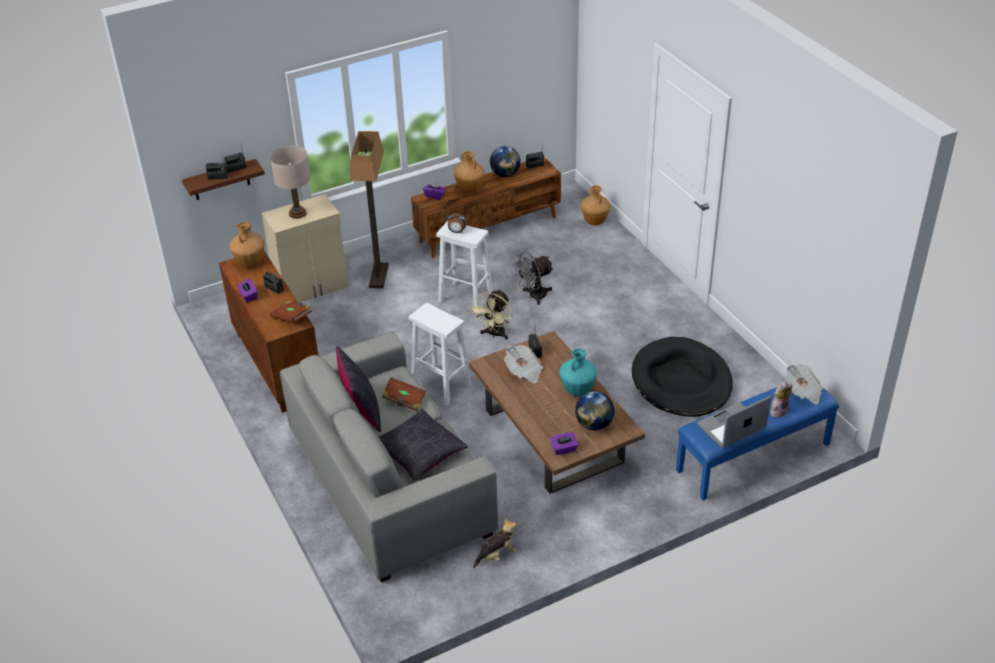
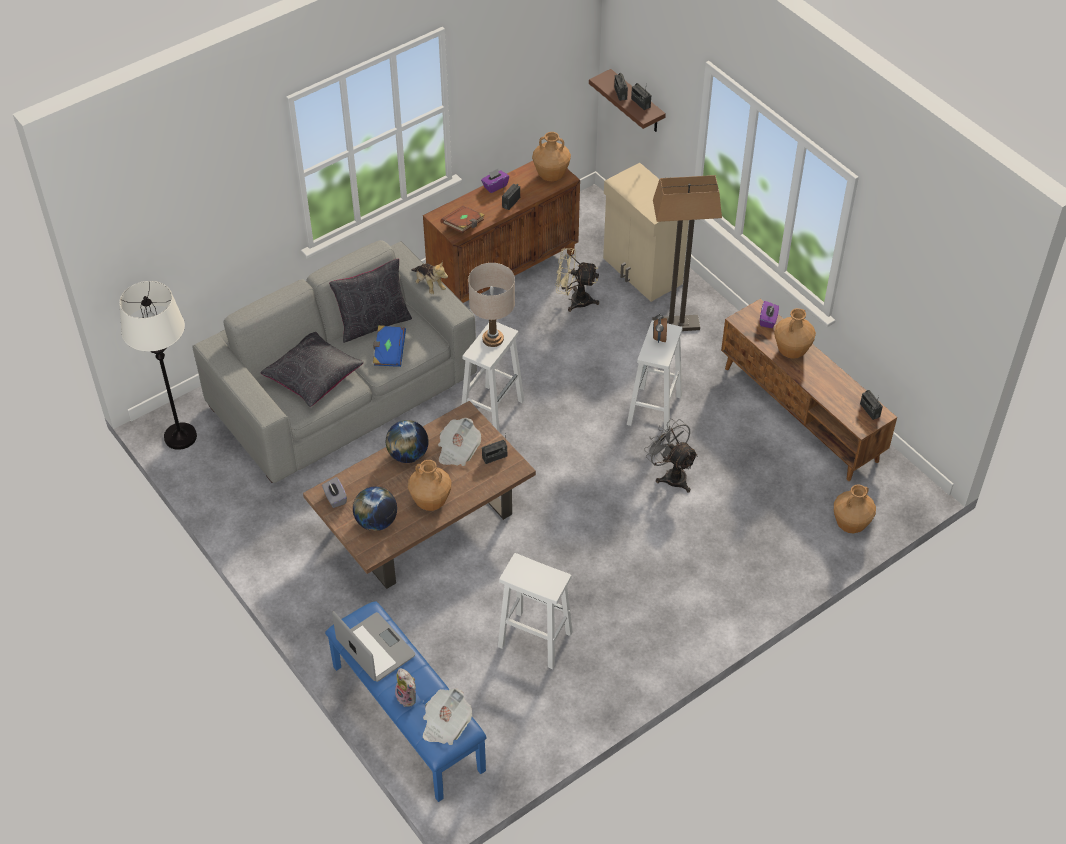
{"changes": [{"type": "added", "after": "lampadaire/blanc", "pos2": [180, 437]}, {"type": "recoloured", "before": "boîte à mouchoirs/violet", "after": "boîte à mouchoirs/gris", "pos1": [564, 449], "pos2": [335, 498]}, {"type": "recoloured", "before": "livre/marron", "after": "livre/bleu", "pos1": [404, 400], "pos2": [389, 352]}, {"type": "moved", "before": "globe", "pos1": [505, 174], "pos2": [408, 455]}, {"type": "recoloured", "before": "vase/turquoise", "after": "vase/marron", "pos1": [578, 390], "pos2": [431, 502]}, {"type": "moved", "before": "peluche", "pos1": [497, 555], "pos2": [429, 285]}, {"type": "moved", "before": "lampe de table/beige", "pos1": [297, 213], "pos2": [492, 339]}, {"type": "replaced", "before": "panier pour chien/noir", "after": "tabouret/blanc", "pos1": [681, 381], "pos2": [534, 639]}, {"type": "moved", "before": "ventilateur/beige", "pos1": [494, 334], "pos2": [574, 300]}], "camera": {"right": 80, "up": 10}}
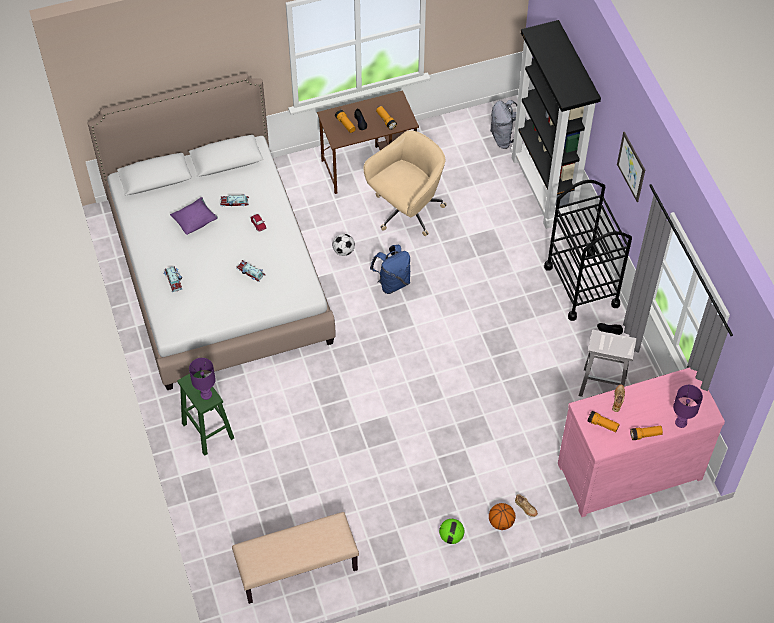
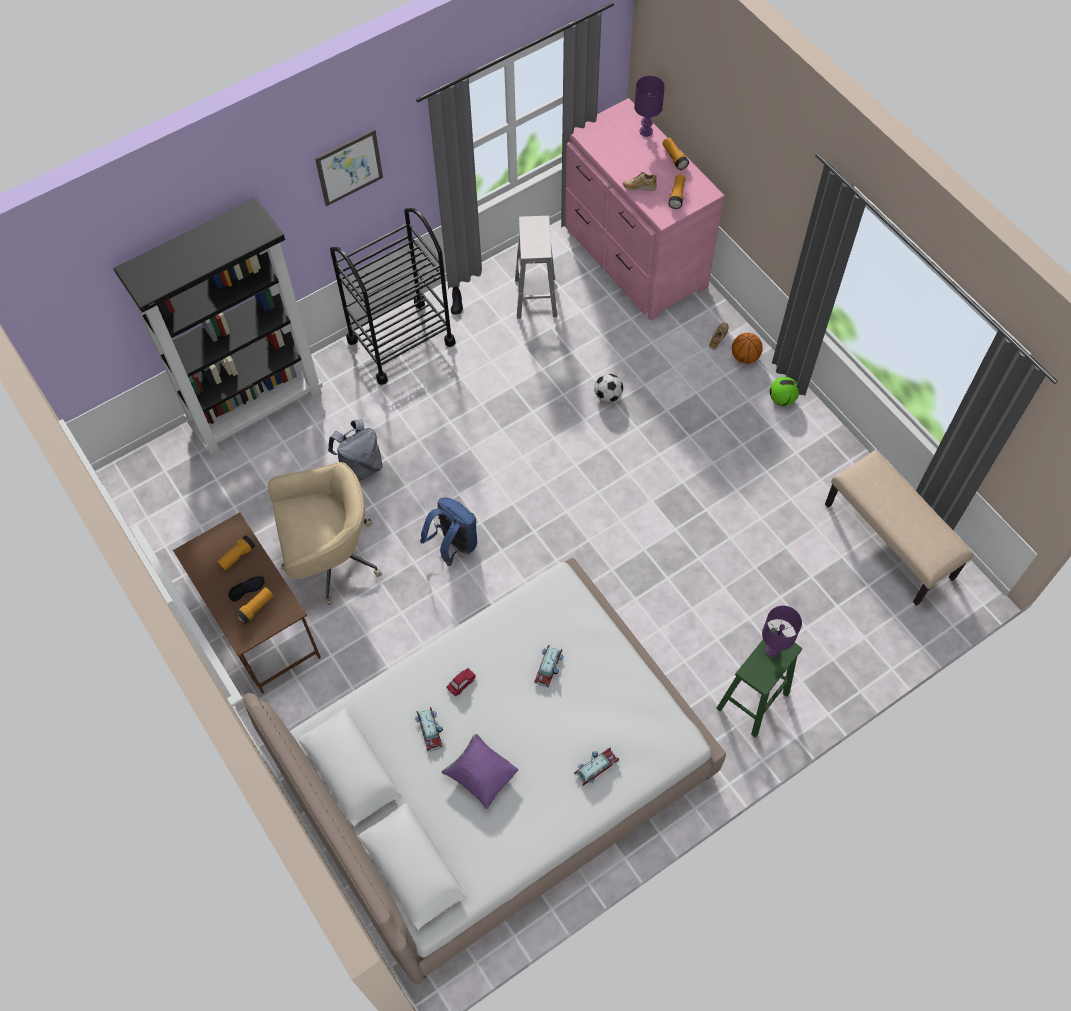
{"changes": [{"type": "turned", "before": "chaise de bureau/beige", "pos1": [406, 211], "pos2": [330, 558], "turn": 135}, {"type": "moved", "before": "sac à dos/gris", "pos1": [505, 138], "pos2": [360, 467]}, {"type": "moved", "before": "ballon de foot", "pos1": [343, 251], "pos2": [608, 396]}], "camera": {"right": -105, "up": 5}}
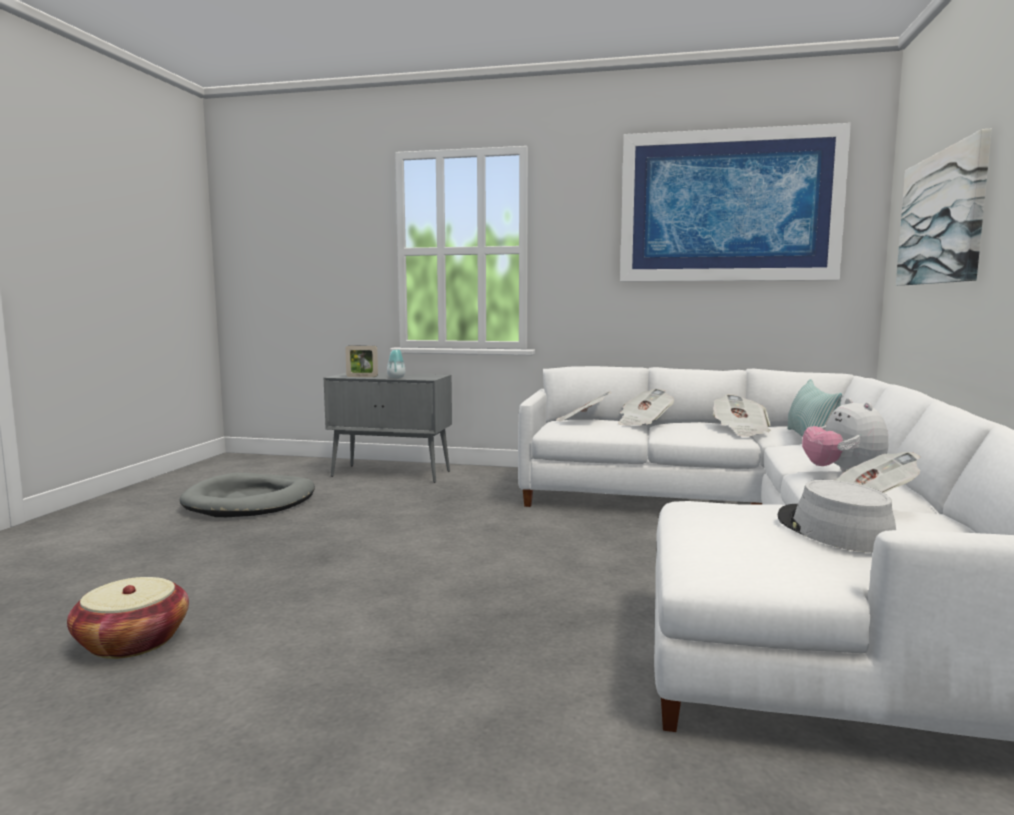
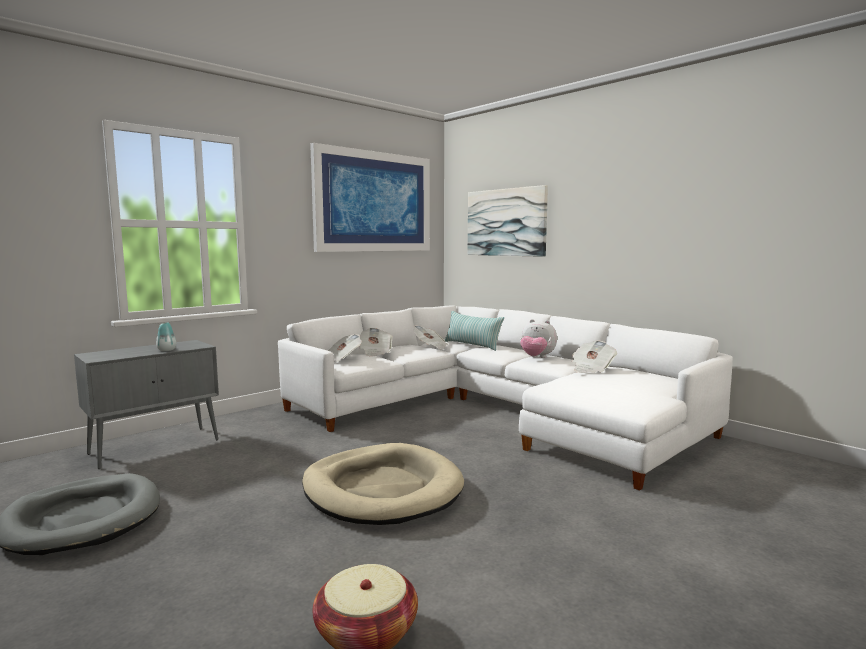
{"changes": [{"type": "added", "after": "panier pour chien/beige", "pos2": [382, 489]}, {"type": "removed", "before": "cadre photo", "pos1": [362, 376]}, {"type": "removed", "before": "chapeau/gris", "pos1": [833, 530]}], "camera": {"right": -55, "up": 0}}
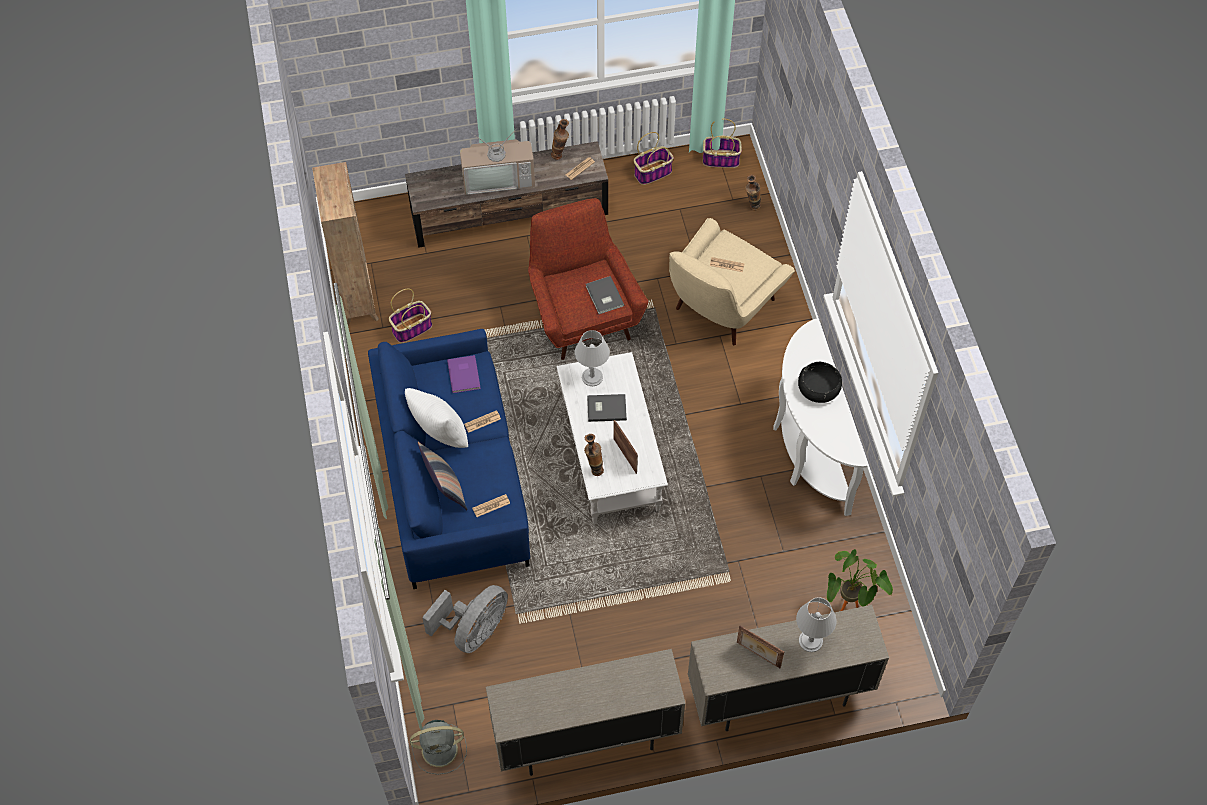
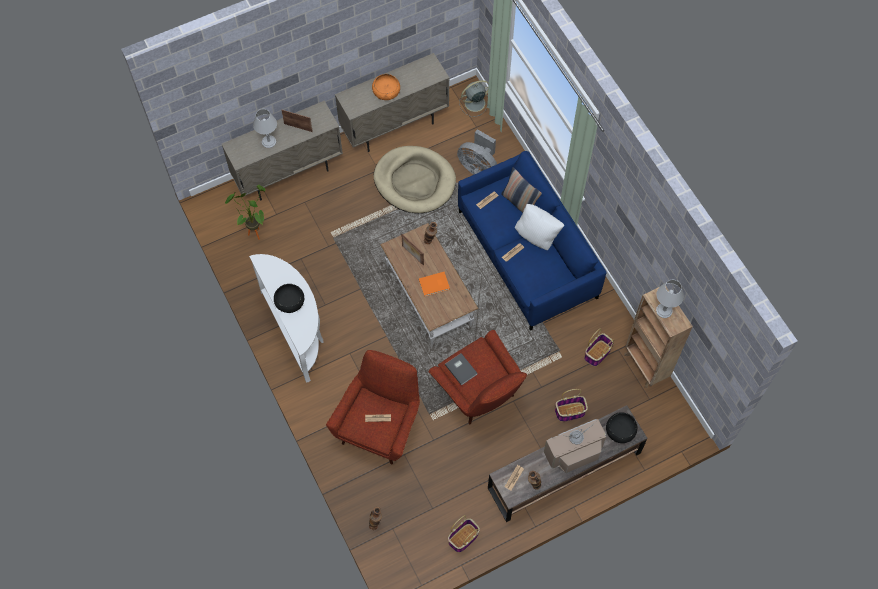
{"changes": [{"type": "recoloured", "before": "fauteuil/beige", "after": "fauteuil/rouge", "pos1": [721, 308], "pos2": [380, 426]}, {"type": "added", "after": "bol/orange", "pos2": [386, 91]}, {"type": "added", "after": "panier pour chien/beige", "pos2": [414, 181]}, {"type": "recoloured", "before": "table basse/blanc", "after": "table basse/marron", "pos1": [610, 455], "pos2": [429, 295]}, {"type": "recoloured", "before": "livre/gris", "after": "livre/orange", "pos1": [606, 408], "pos2": [435, 285]}, {"type": "turned", "before": "ventilateur/gris", "pos1": [474, 630], "pos2": [478, 168], "turn": -75}, {"type": "moved", "before": "panier", "pos1": [721, 159], "pos2": [569, 412]}, {"type": "added", "after": "bol/noir", "pos2": [620, 430]}, {"type": "moved", "before": "lampe de table/gris", "pos1": [592, 377], "pos2": [664, 310]}, {"type": "removed", "before": "livre/violet", "pos1": [465, 374]}], "camera": {"right": 165, "up": 5}}
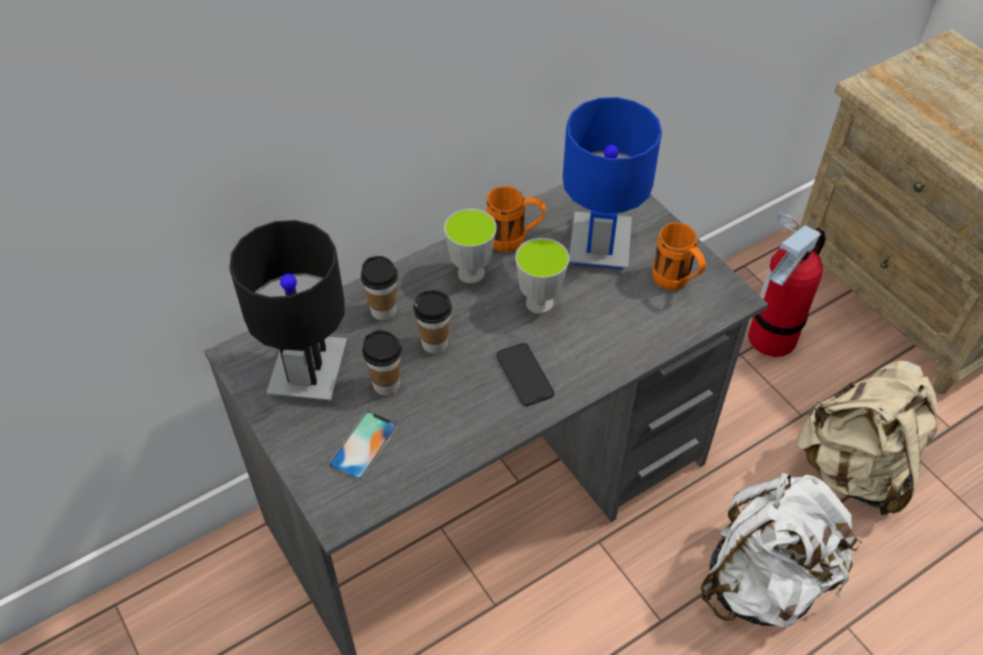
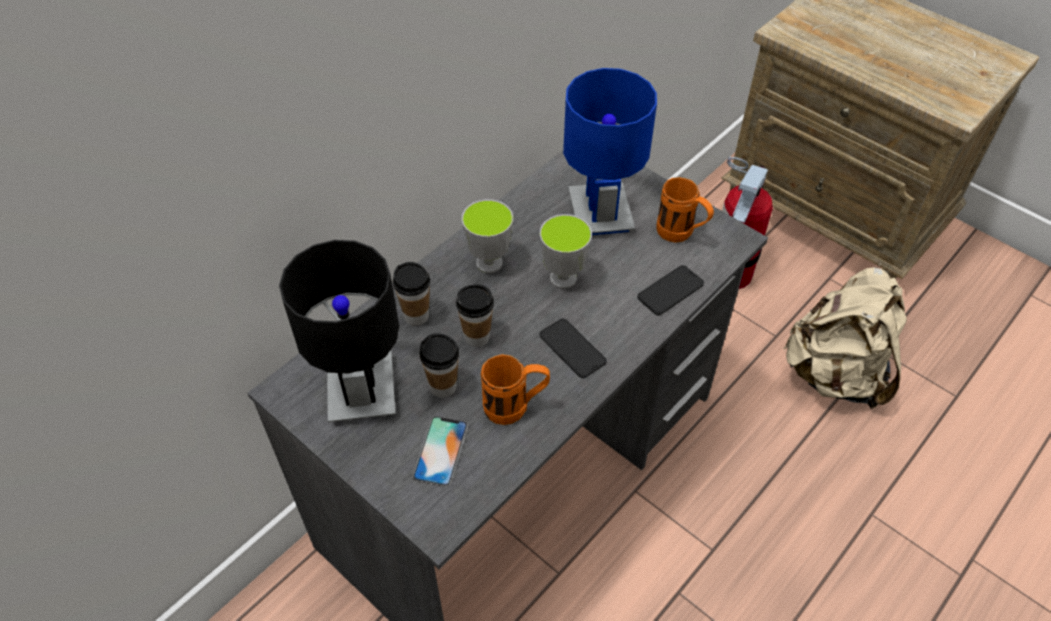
{"changes": [{"type": "moved", "before": "mug/orange", "pos1": [514, 241], "pos2": [515, 408]}, {"type": "added", "after": "téléphone", "pos2": [670, 290]}, {"type": "removed", "before": "sac à dos/blanc", "pos1": [765, 582]}], "camera": {"right": -15, "up": 0}}
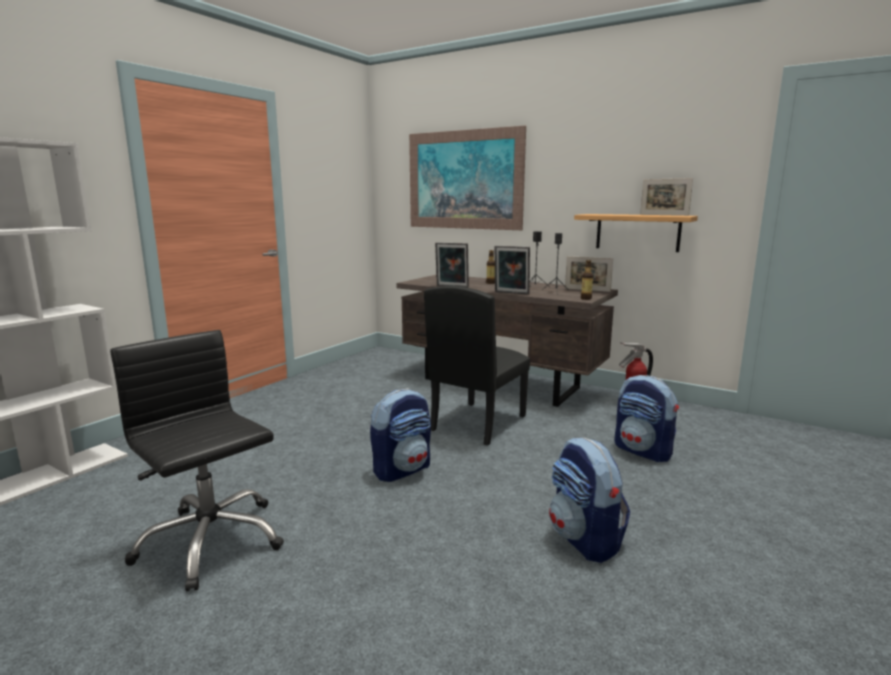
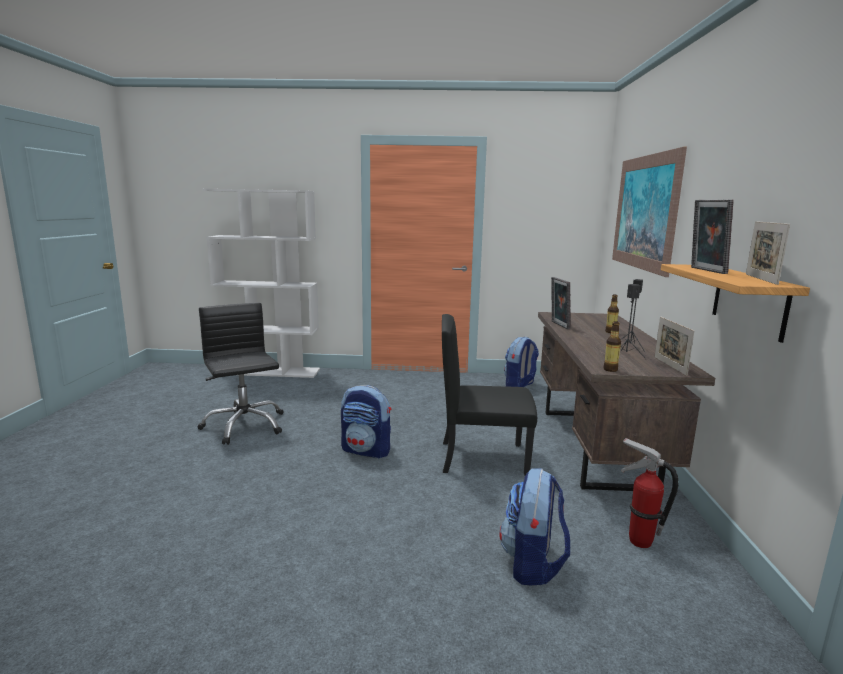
{"changes": [{"type": "turned", "before": "chaise de bureau/noir", "pos1": [210, 541], "pos2": [244, 425], "turn": -45}, {"type": "moved", "before": "sac à dos", "pos1": [585, 540], "pos2": [519, 385]}, {"type": "moved", "before": "cadre photo", "pos1": [511, 293], "pos2": [705, 270]}], "camera": {"right": 60, "up": 0}}
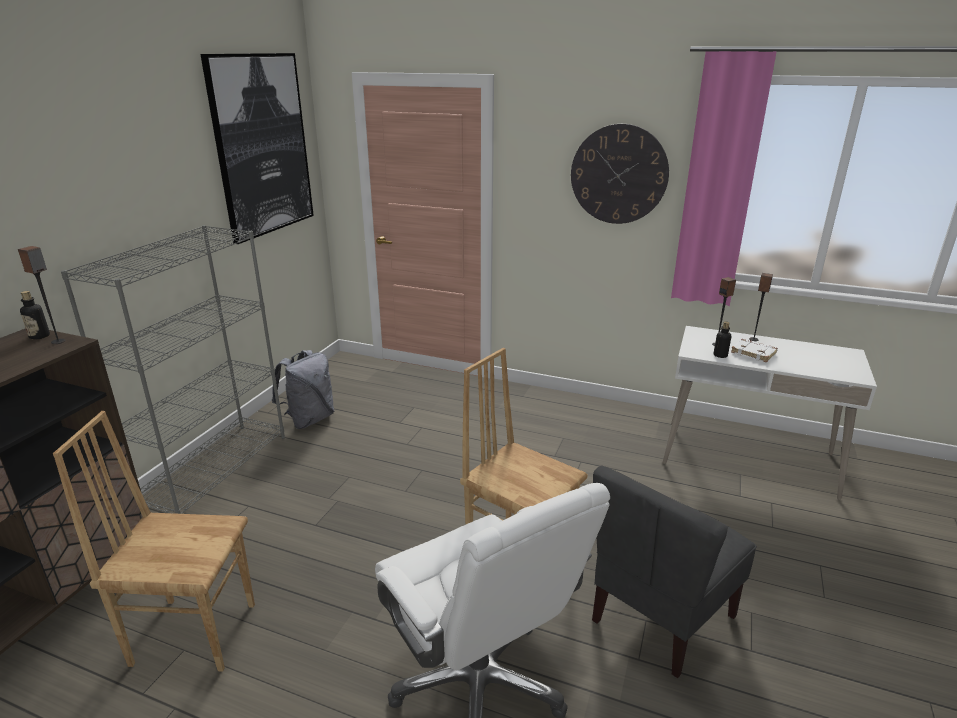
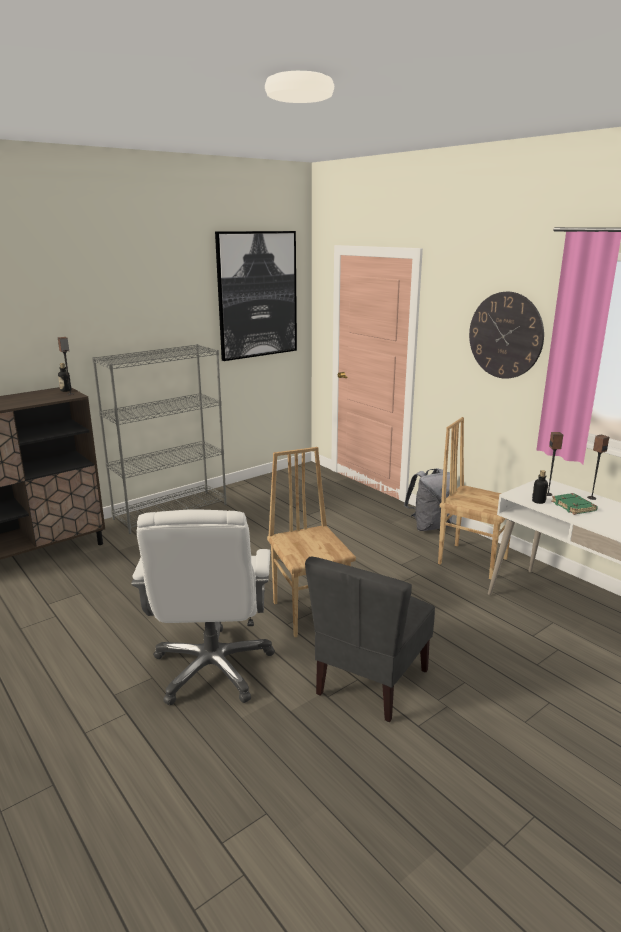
{"changes": [{"type": "turned", "before": "chaise/gris", "pos1": [660, 617], "pos2": [370, 682], "turn": -45}, {"type": "moved", "before": "sac à dos/gris", "pos1": [309, 419], "pos2": [429, 526]}, {"type": "moved", "before": "chaise/marron", "pos1": [194, 632], "pos2": [472, 560]}, {"type": "recoloured", "before": "livre/blanc", "after": "livre/vert", "pos1": [754, 353], "pos2": [574, 507]}], "camera": {"right": 30, "up": -5}}
